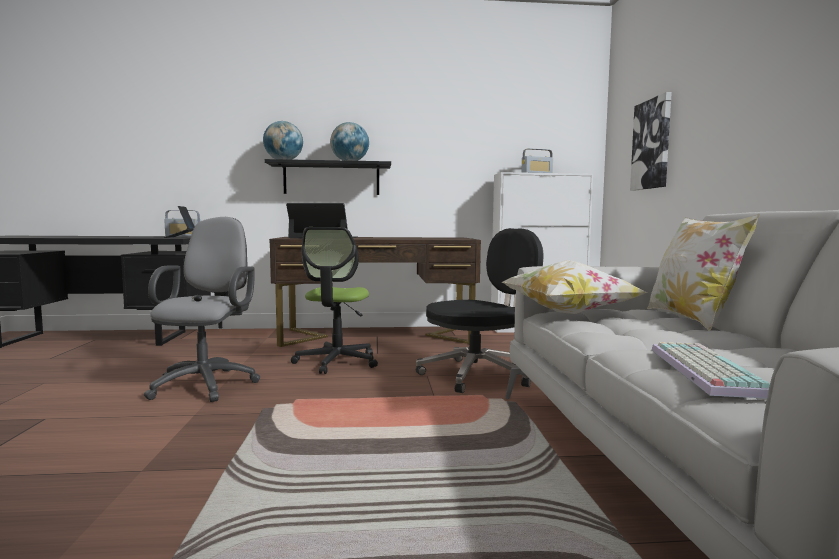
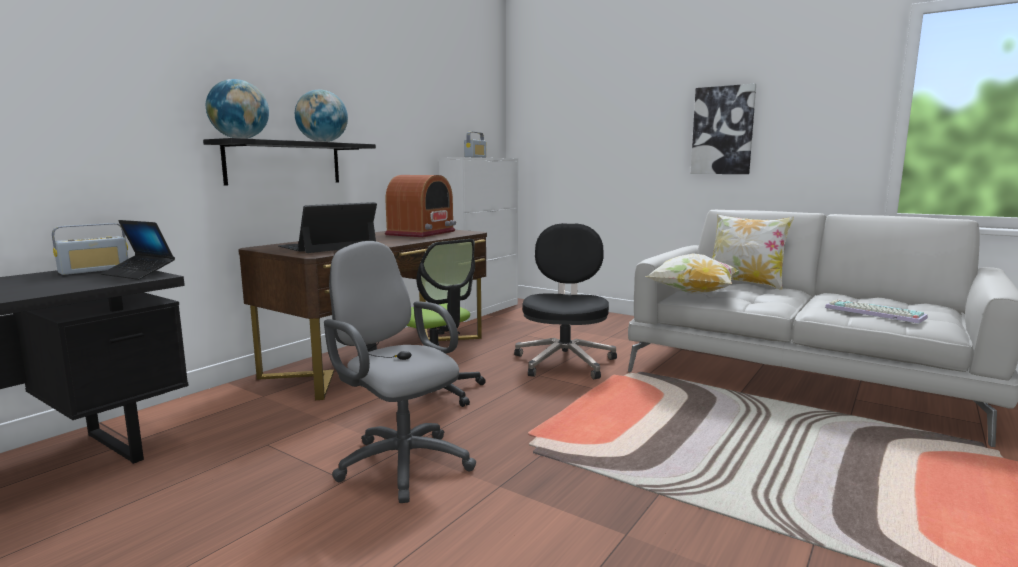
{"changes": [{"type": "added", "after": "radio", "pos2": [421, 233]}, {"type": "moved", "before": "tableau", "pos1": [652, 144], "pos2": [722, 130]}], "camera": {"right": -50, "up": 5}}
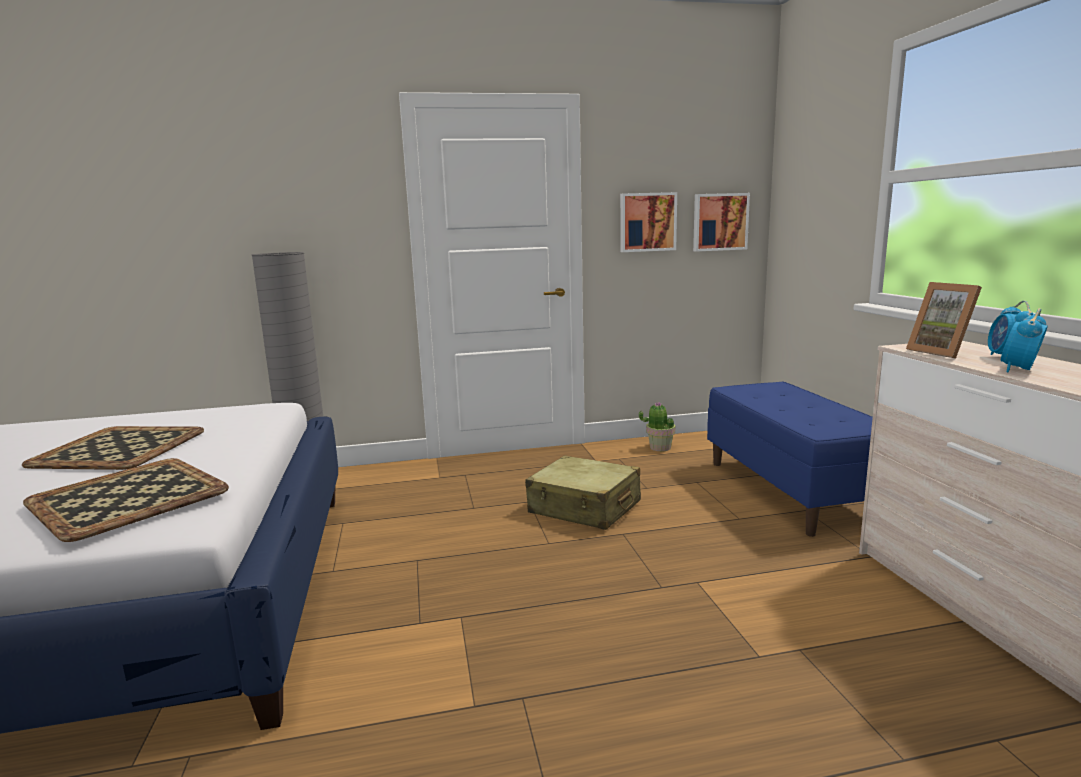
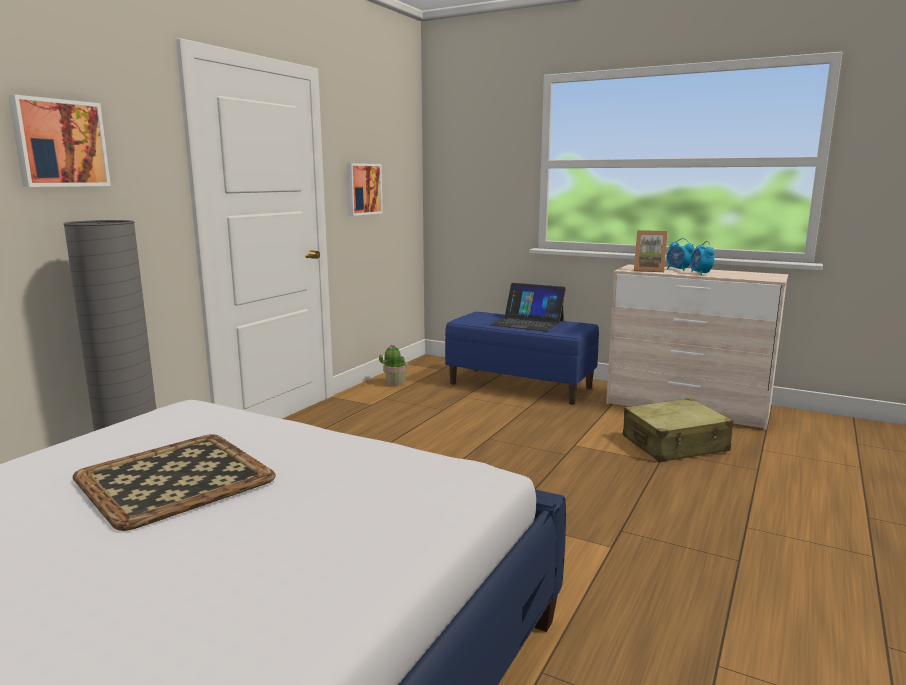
{"changes": [{"type": "moved", "before": "tableau", "pos1": [719, 222], "pos2": [59, 143]}, {"type": "added", "after": "ordinateur portable", "pos2": [527, 323]}, {"type": "moved", "before": "valise/beige", "pos1": [584, 508], "pos2": [675, 444]}, {"type": "removed", "before": "plateau", "pos1": [127, 498]}], "camera": {"right": -50, "up": 0}}
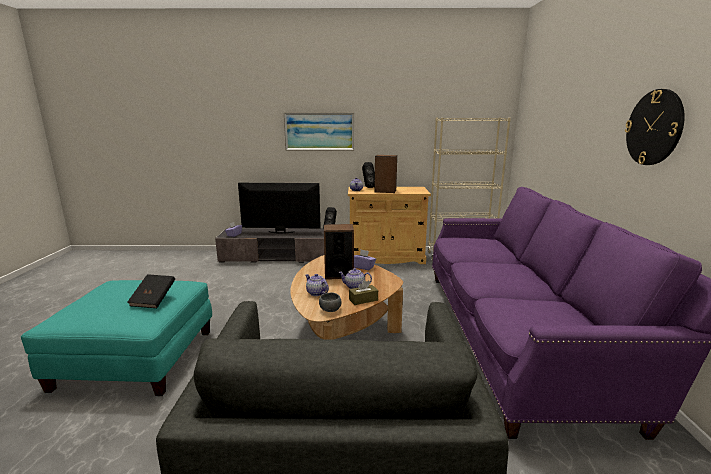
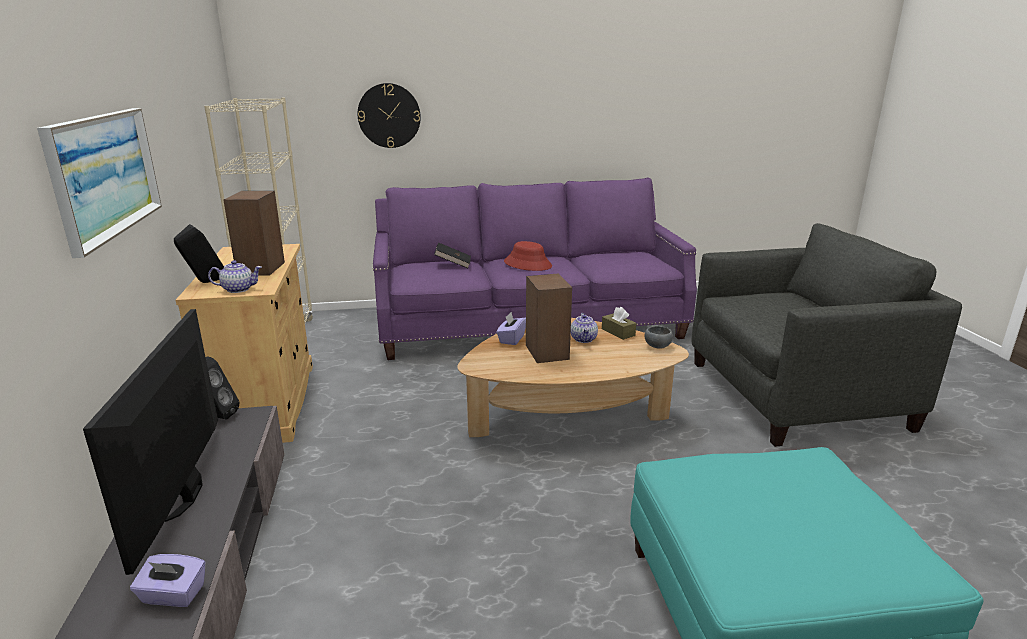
{"changes": [{"type": "moved", "before": "horloge murale", "pos1": [654, 127], "pos2": [389, 115]}, {"type": "moved", "before": "livre/noir", "pos1": [153, 300], "pos2": [453, 264]}, {"type": "added", "after": "chapeau/rouge", "pos2": [528, 264]}, {"type": "removed", "before": "théière", "pos1": [316, 293]}], "camera": {"right": -100, "up": 5}}
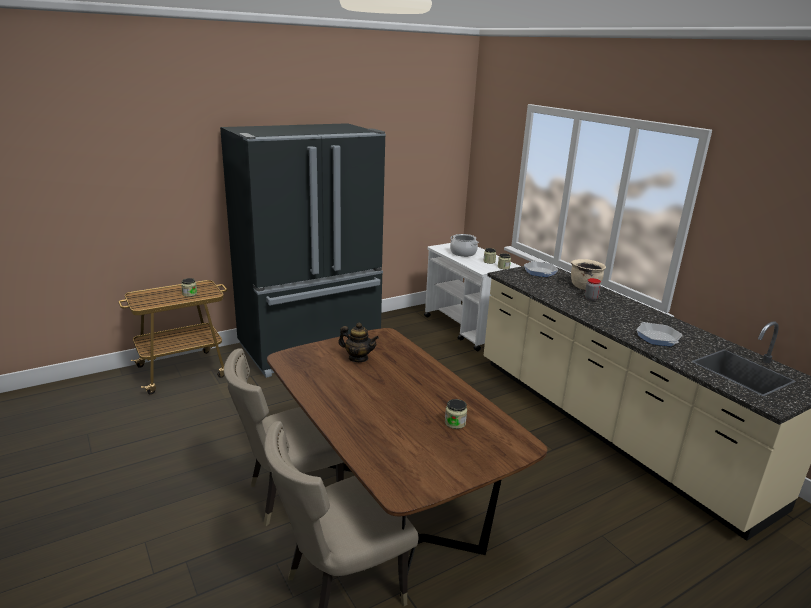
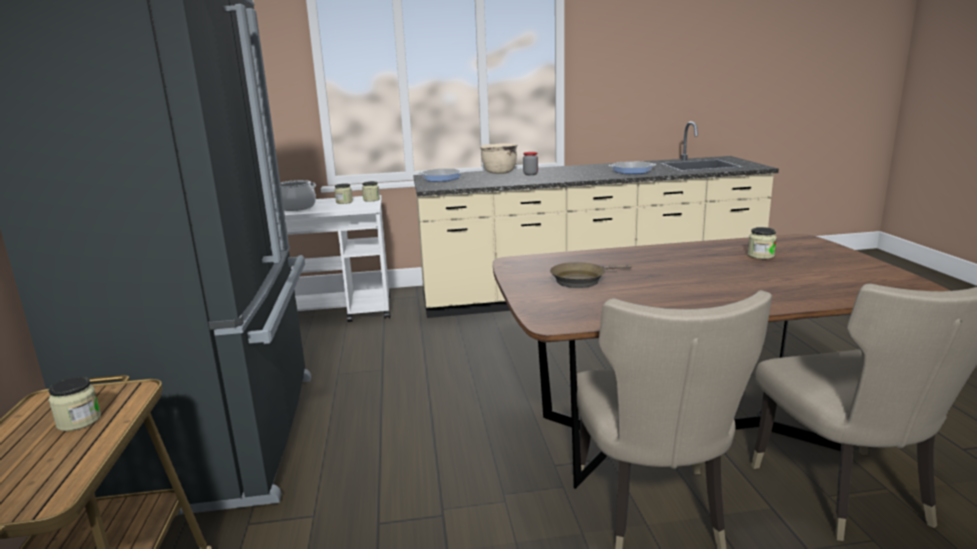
{"changes": [{"type": "replaced", "before": "théière", "after": "poêle/marron", "pos1": [358, 358], "pos2": [581, 280]}], "camera": {"right": -65, "up": -5}}
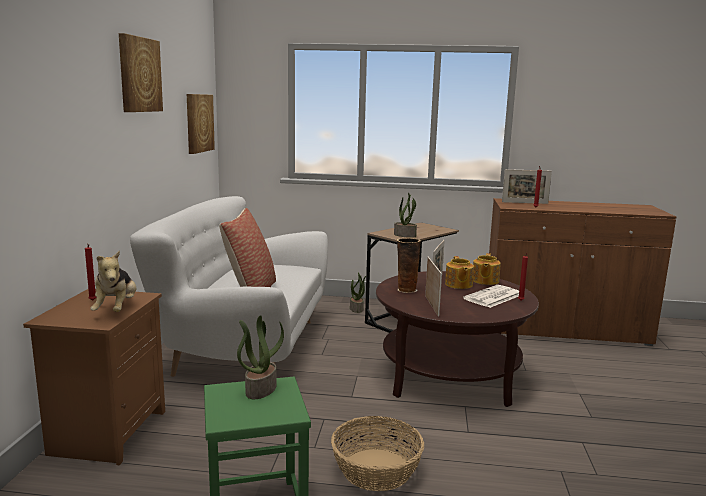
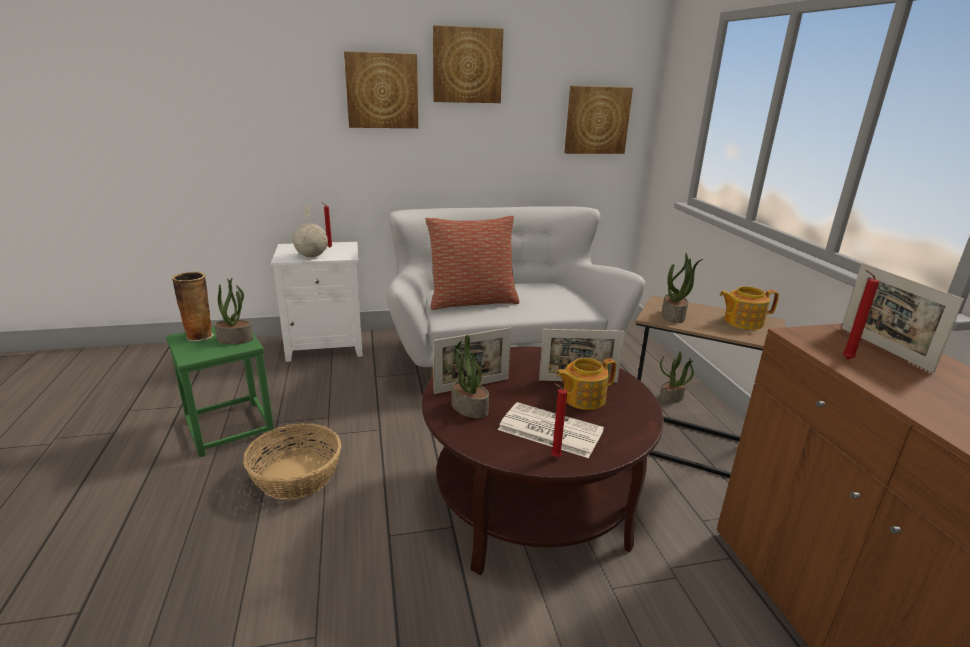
{"changes": [{"type": "moved", "before": "vase", "pos1": [406, 290], "pos2": [200, 335]}, {"type": "recoloured", "before": "table de chevet/marron", "after": "table de chevet/blanc", "pos1": [108, 431], "pos2": [327, 345]}, {"type": "replaced", "before": "peluche", "after": "globe", "pos1": [116, 309], "pos2": [312, 256]}, {"type": "added", "after": "tableau", "pos2": [382, 91]}, {"type": "added", "after": "plante en pot", "pos2": [468, 408]}, {"type": "moved", "before": "théière", "pos1": [484, 281], "pos2": [742, 322]}], "camera": {"right": 70, "up": 10}}
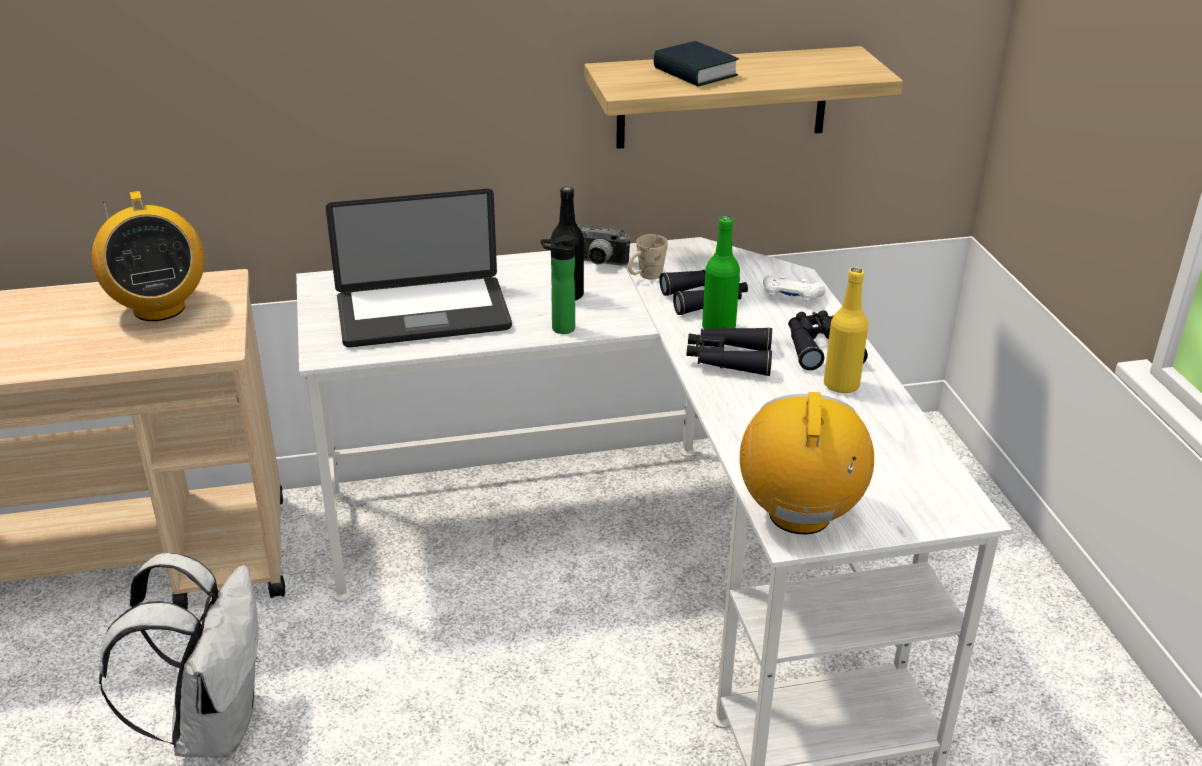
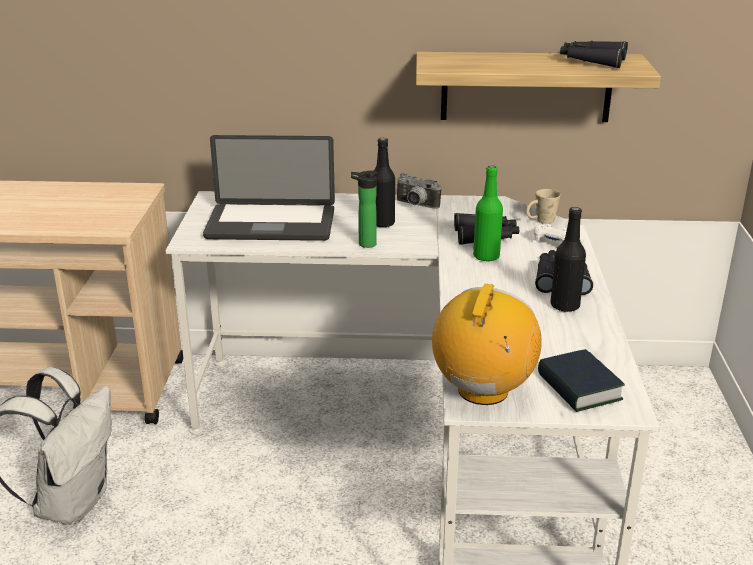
{"changes": [{"type": "moved", "before": "mug/beige", "pos1": [645, 277], "pos2": [540, 221]}, {"type": "moved", "before": "livre", "pos1": [695, 72], "pos2": [579, 388]}, {"type": "recoloured", "before": "bouteille/jaune", "after": "bouteille/noir", "pos1": [841, 385], "pos2": [565, 306]}, {"type": "moved", "before": "jumelles/noir", "pos1": [728, 359], "pos2": [591, 61]}, {"type": "removed", "before": "radio", "pos1": [158, 308]}], "camera": {"right": 15, "up": -5}}
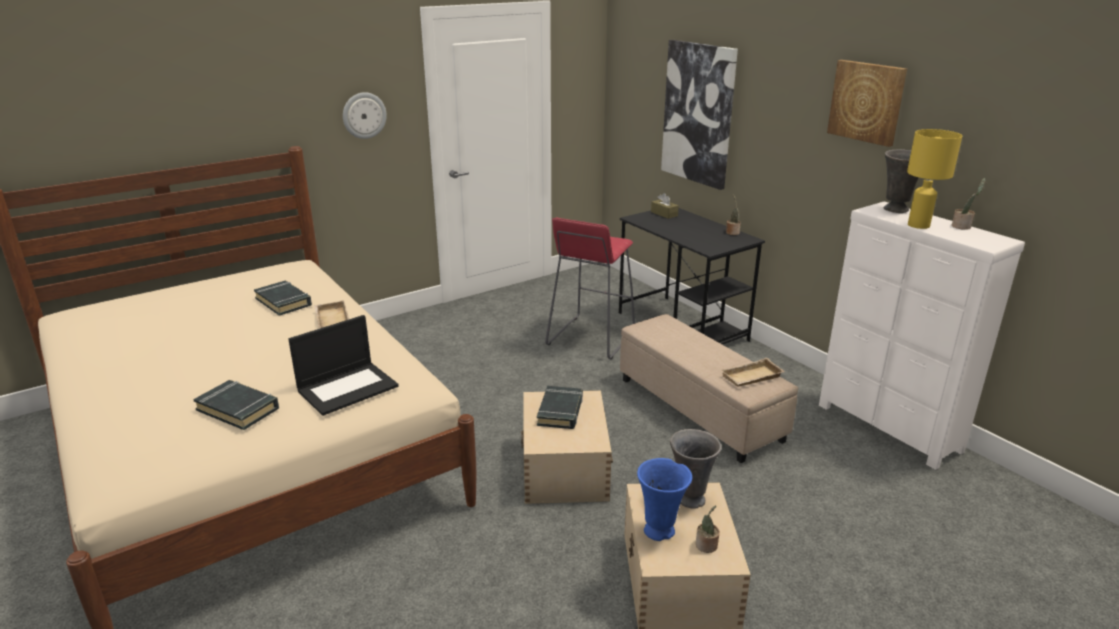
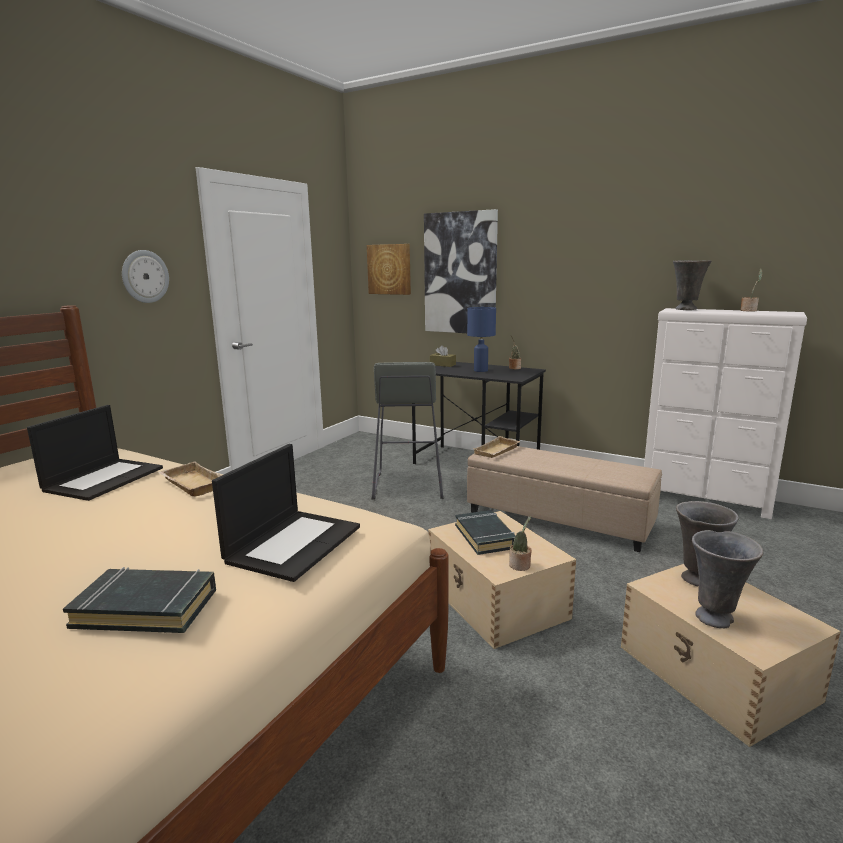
{"changes": [{"type": "replaced", "before": "livre/noir", "after": "ordinateur portable", "pos1": [284, 302], "pos2": [104, 479]}, {"type": "moved", "before": "tableau", "pos1": [867, 102], "pos2": [389, 269]}, {"type": "recoloured", "before": "tabouret/rouge", "after": "tabouret/gris", "pos1": [590, 338], "pos2": [407, 486]}, {"type": "added", "after": "lampe de table/bleu", "pos2": [480, 370]}, {"type": "moved", "before": "plateau/beige", "pos1": [752, 378], "pos2": [497, 451]}, {"type": "moved", "before": "plante en pot", "pos1": [706, 546], "pos2": [520, 566]}, {"type": "recoloured", "before": "vase/bleu", "after": "vase/gris", "pos1": [660, 531], "pos2": [716, 618]}, {"type": "removed", "before": "lampe de table/jaune", "pos1": [919, 225]}], "camera": {"right": -25, "up": -10}}
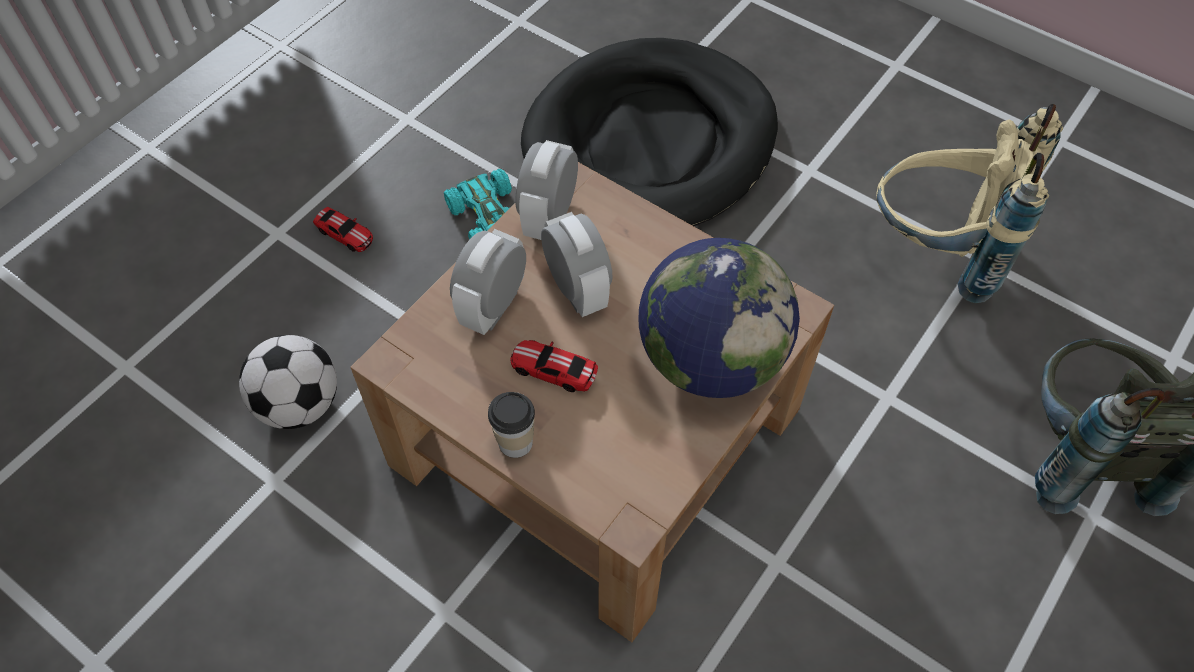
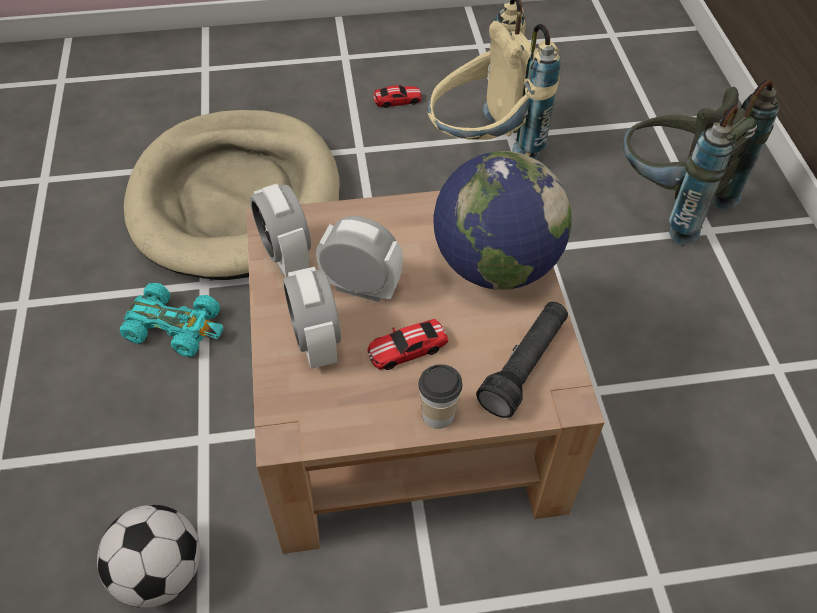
{"changes": [{"type": "recoloured", "before": "panier pour chien/noir", "after": "panier pour chien/beige", "pos1": [650, 142], "pos2": [236, 199]}, {"type": "moved", "before": "petite voiture", "pos1": [344, 233], "pos2": [397, 100]}, {"type": "added", "after": "lampe de poche/noir", "pos2": [524, 366]}], "camera": {"right": -45, "up": -5}}
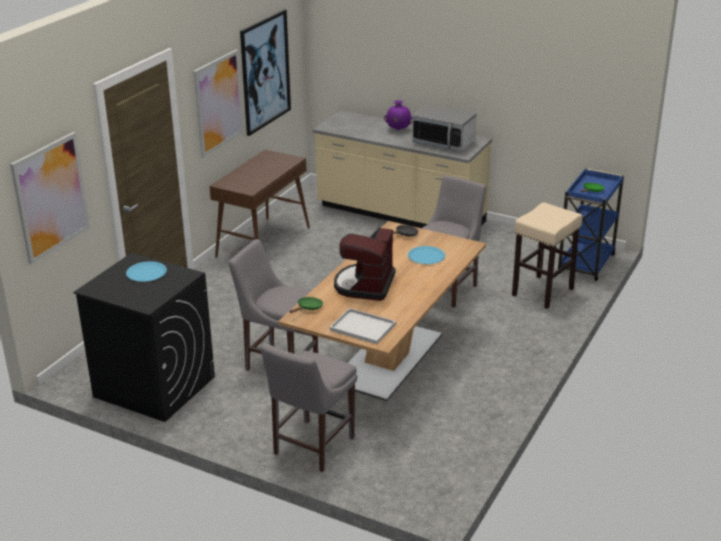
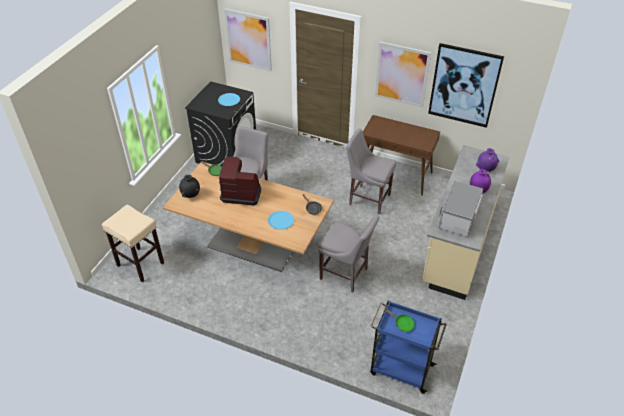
{"changes": [{"type": "moved", "before": "tabouret/beige", "pos1": [542, 292], "pos2": [140, 264]}, {"type": "replaced", "before": "plateau/blanc", "after": "vase/noir", "pos1": [364, 327], "pos2": [191, 195]}, {"type": "moved", "before": "chaise/gris", "pos1": [311, 447], "pos2": [367, 198]}, {"type": "added", "after": "vase/violet", "pos2": [485, 169]}], "camera": {"right": 85, "up": 15}}
